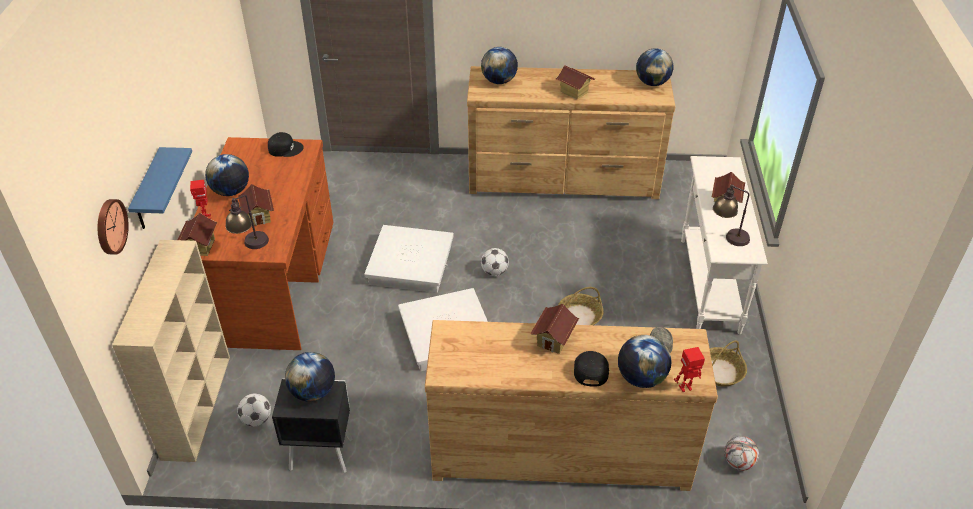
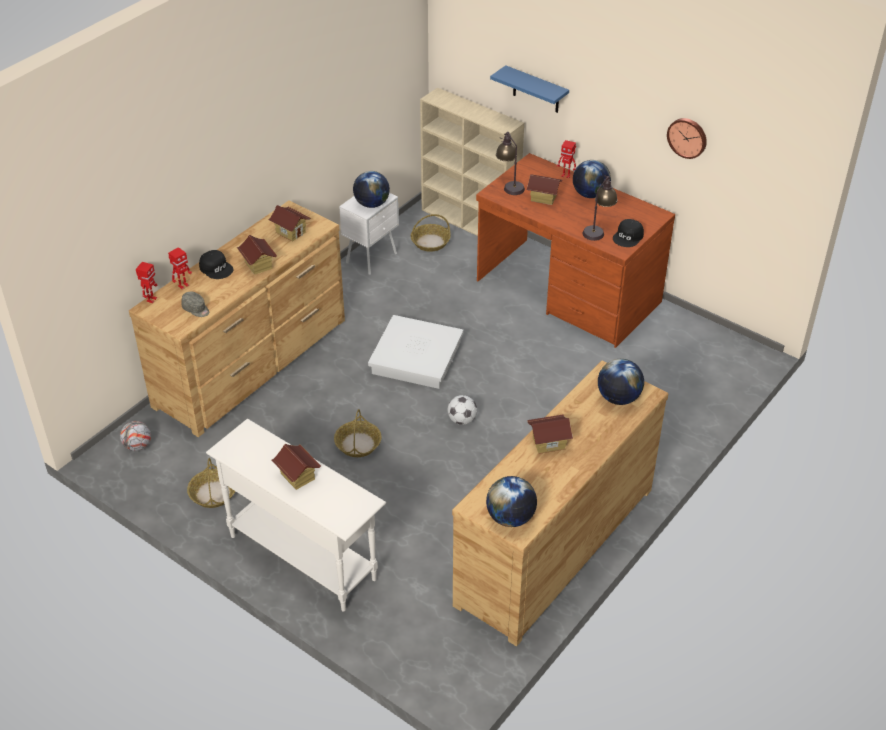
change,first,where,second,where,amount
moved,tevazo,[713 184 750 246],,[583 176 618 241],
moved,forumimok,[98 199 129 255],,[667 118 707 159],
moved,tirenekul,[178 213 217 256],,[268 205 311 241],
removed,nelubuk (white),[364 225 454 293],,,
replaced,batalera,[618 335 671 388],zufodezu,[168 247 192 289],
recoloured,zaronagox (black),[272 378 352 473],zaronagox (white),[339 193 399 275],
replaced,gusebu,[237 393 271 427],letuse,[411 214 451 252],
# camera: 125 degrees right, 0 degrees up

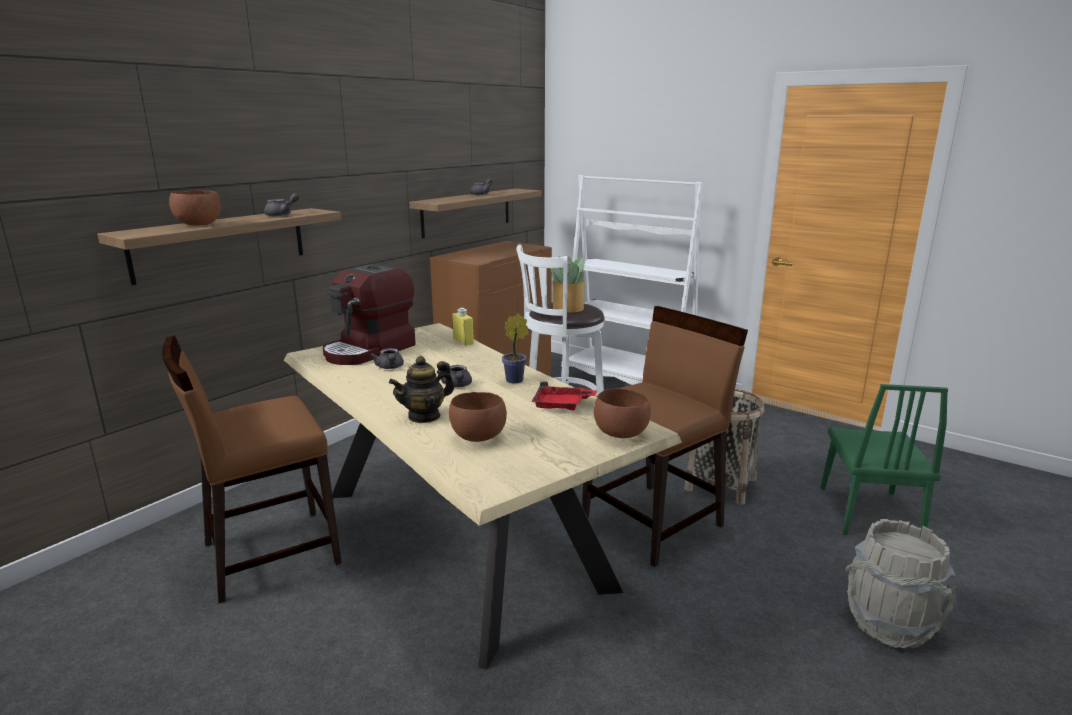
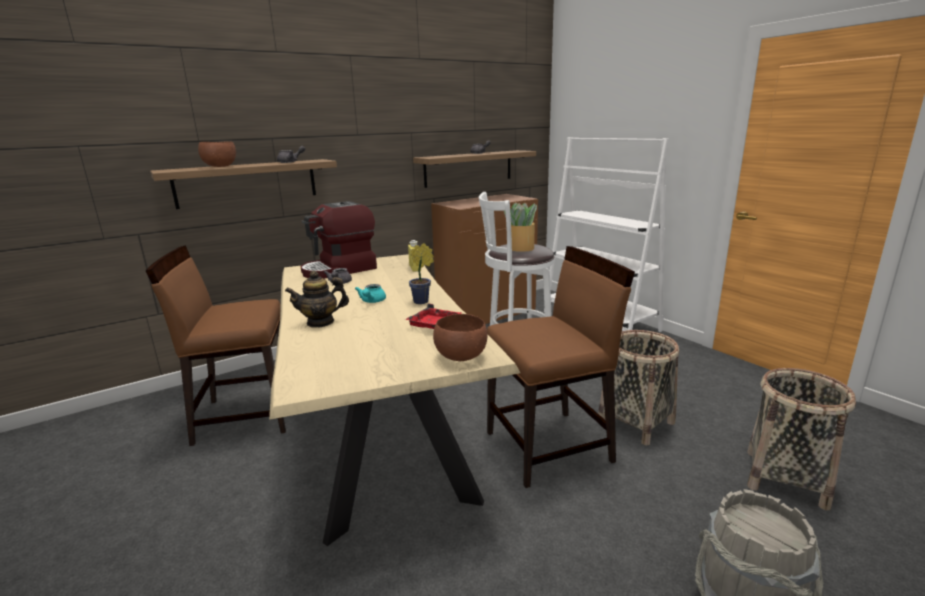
change,first,where,second,where,amount
recoloured,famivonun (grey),[437 365 472 388],famivonun (turquoise),[355 284 386 303],
replaced,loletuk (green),[821 384 948 536],letuse,[747 368 856 510],
removed,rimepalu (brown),[449 392 507 442],,,
# camera: 20 degrees right, 0 degrees up

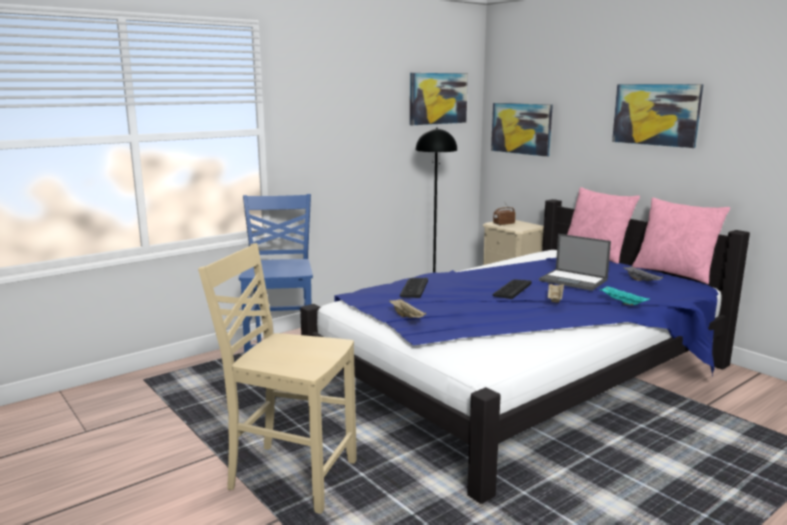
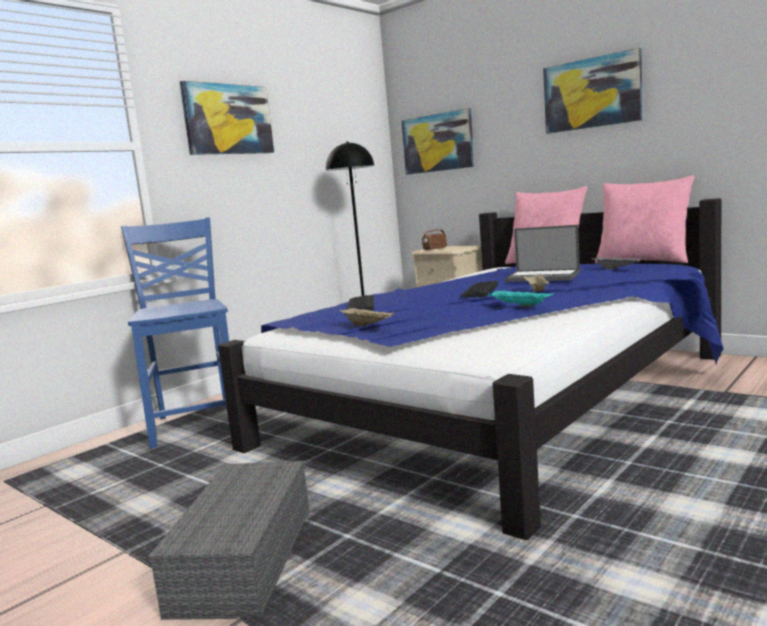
change,first,where,second,where,amount
moved,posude,[410 73 468 125],,[179 81 274 155],
replaced,loletuk (beige),[198 243 357 514],nelubuk (grey),[148 461 309 620],
moved,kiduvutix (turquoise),[600 286 650 305],,[487 290 554 307],
# camera: 10 degrees left, 5 degrees down

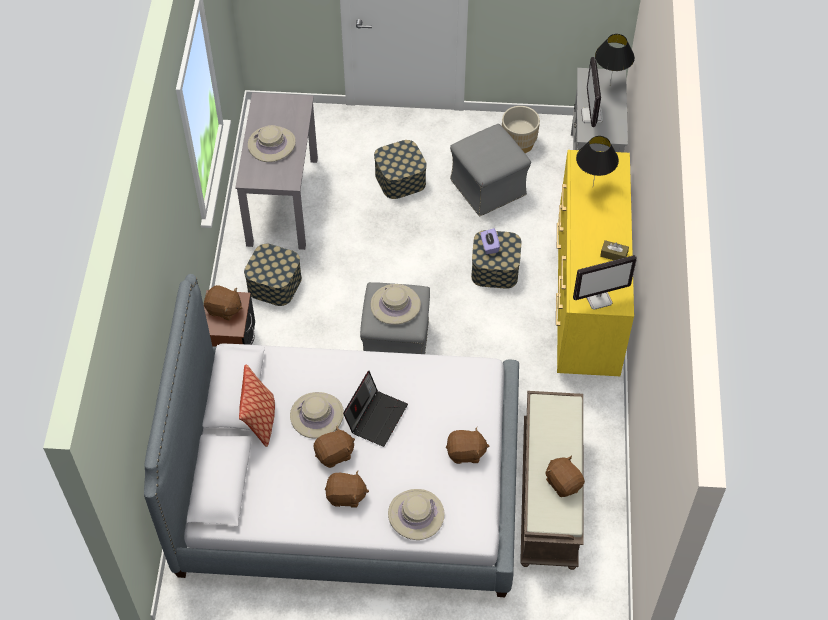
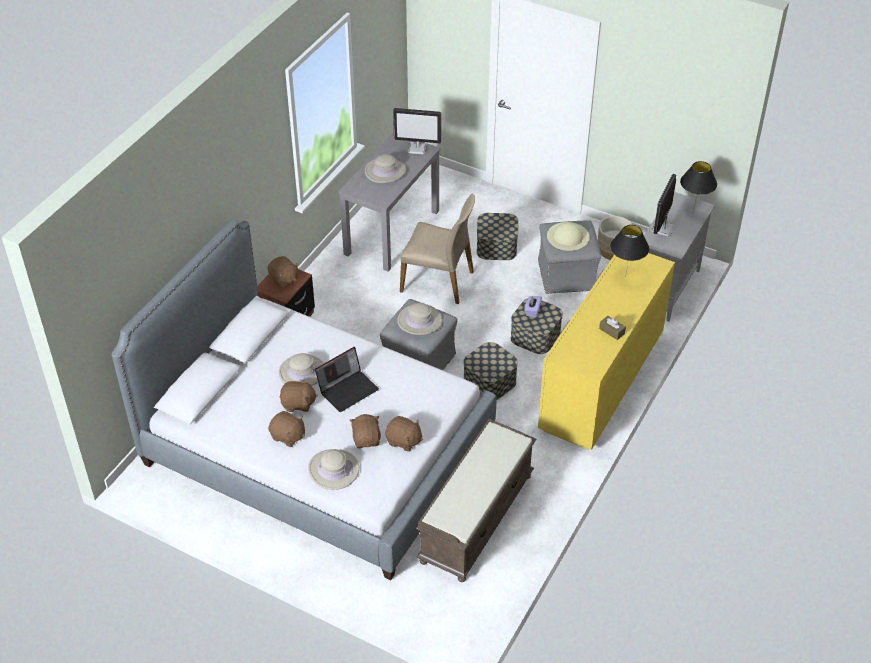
change,first,where,second,where,amount
moved,nelubuk,[244 244 302 306],,[463 342 518 400],
moved,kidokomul,[573 255 637 310],,[393 108 441 155],
removed,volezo,[239 364 275 447],,,
moved,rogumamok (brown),[545 455 585 497],,[350 414 381 448],
added,,,loletuk (beige),[400 194 475 304],
added,,,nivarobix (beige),[547 222 590 251],
# camera: 25 degrees right, 10 degrees down

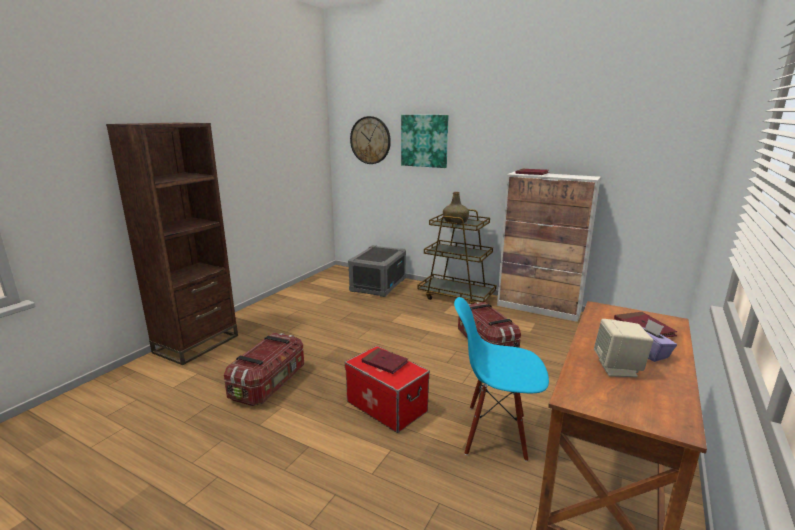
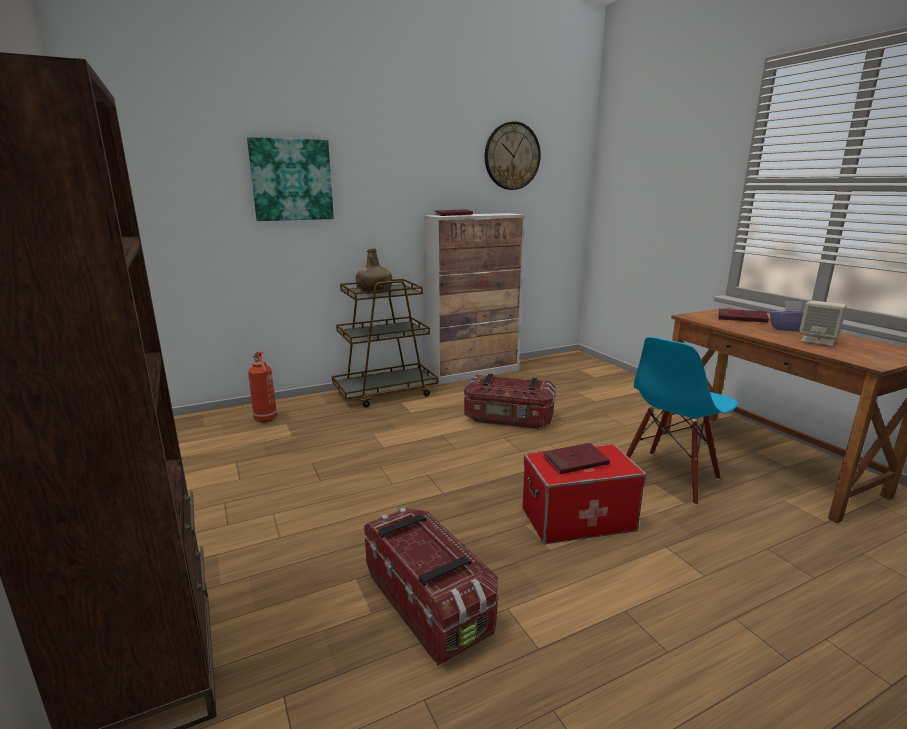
change,first,where,second,where,amount
moved,forumimok,[350 116 391 164],,[485 121 541 190],
replaced,nelubuk (grey),[348 245 406 297],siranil,[248 351 277 422],
# camera: 55 degrees left, 0 degrees up

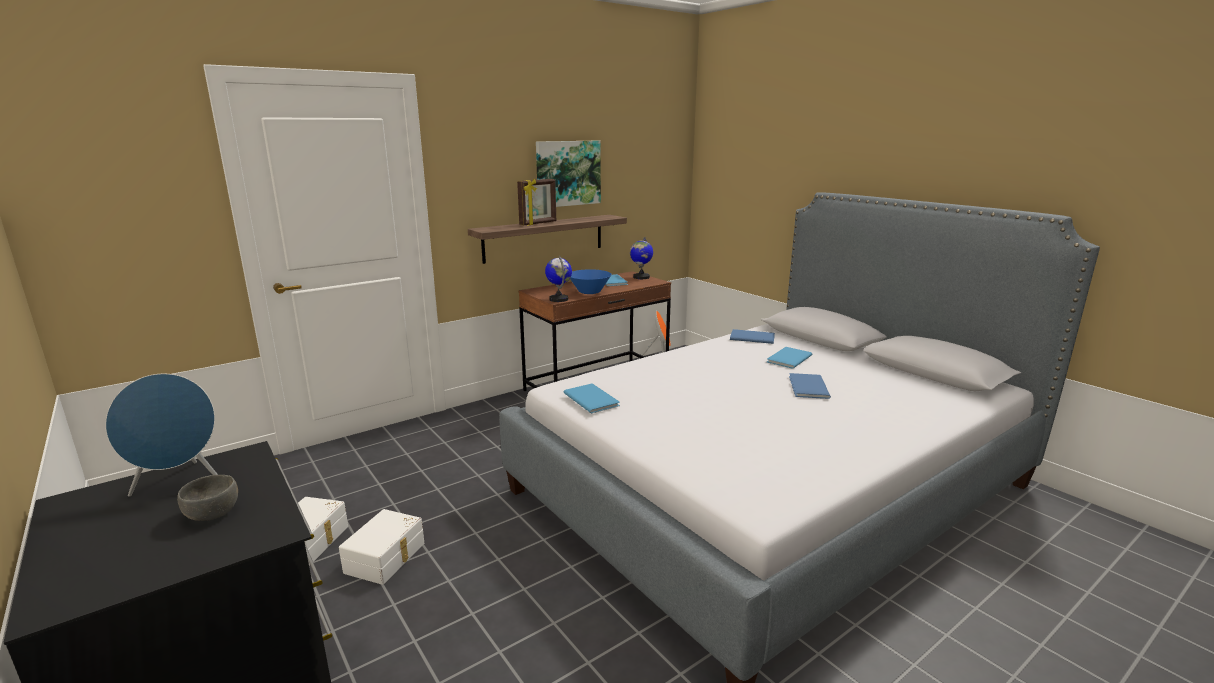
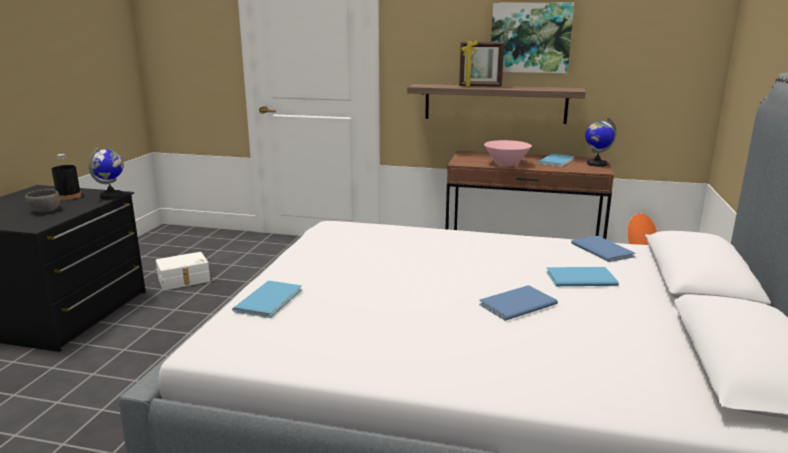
change,first,where,second,where,amount
moved,batalera,[545 256 572 302],,[89 147 124 199],
recoloured,rimepalu (blue),[570 269 612 294],rimepalu (pink),[484 140 532 166],
replaced,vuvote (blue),[105 374 218 497],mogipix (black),[51 154 81 200],
moved,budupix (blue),[563 384 620 414],,[232 281 302 318],
removed,nelubuk (white),[339 509 424 585],,,
# camera: 50 degrees right, 0 degrees up

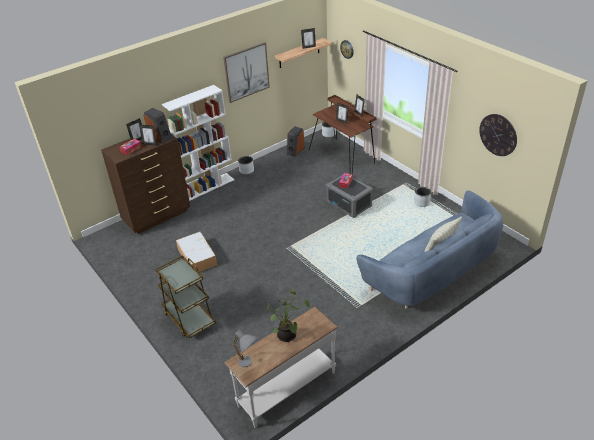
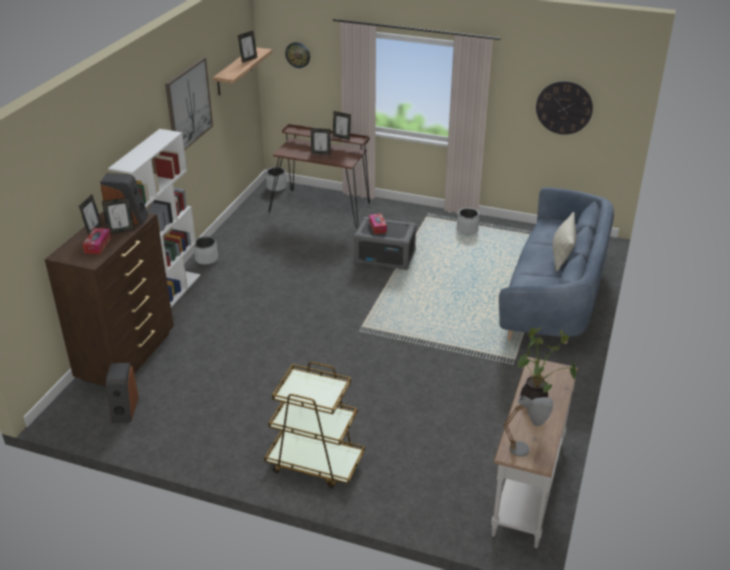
change,first,where,second,where,amount
moved,vuvote,[287 126 305 157],,[106 363 139 423],
removed,nelubuk,[176 232 217 273],,,
# camera: 35 degrees left, 5 degrees down

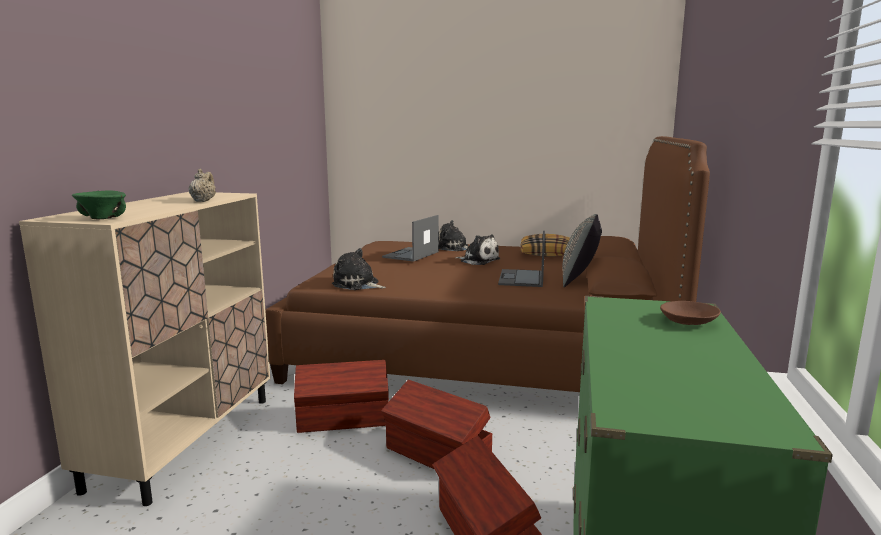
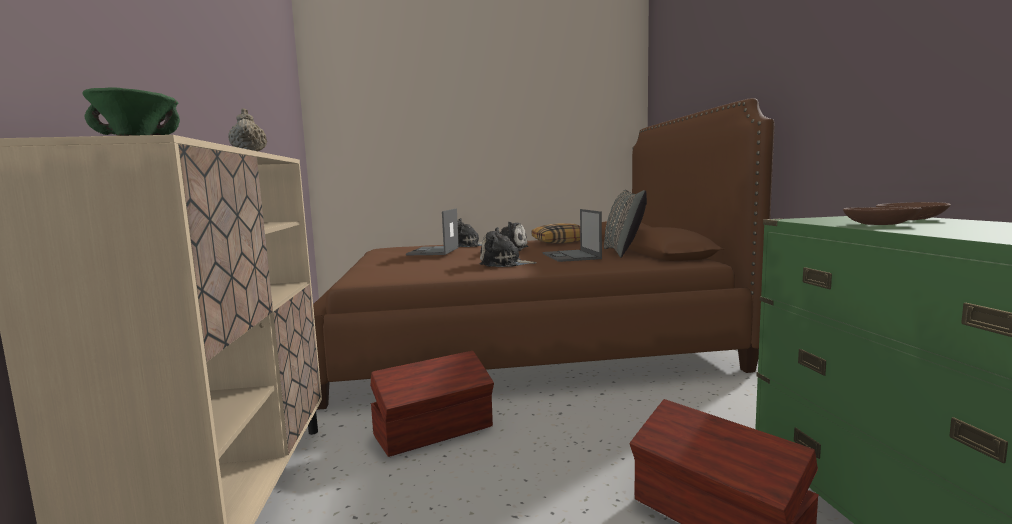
change,first,where,second,where,amount
moved,rogumamok,[332 248 386 290],,[480 227 537 267],
removed,nelubuk (brown),[381 380 492 469],,,
added,,,rimepalu (brown),[843 207 922 225],
# camera: 20 degrees left, 5 degrees down

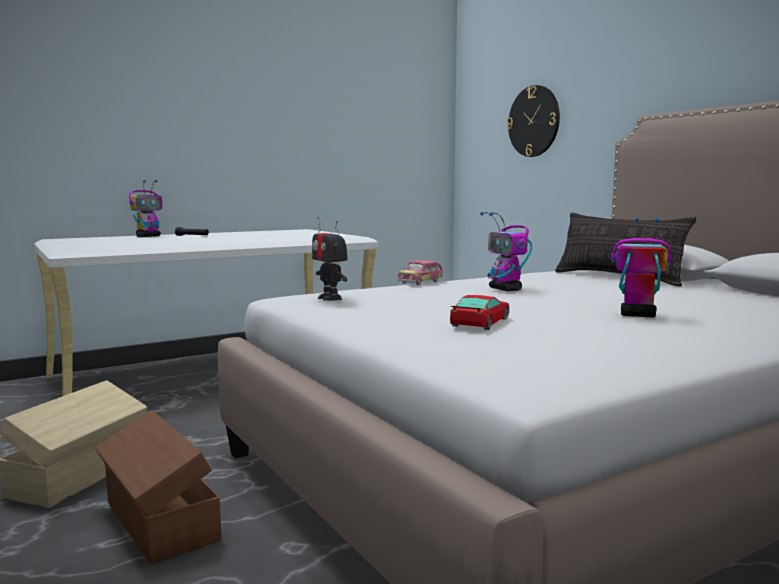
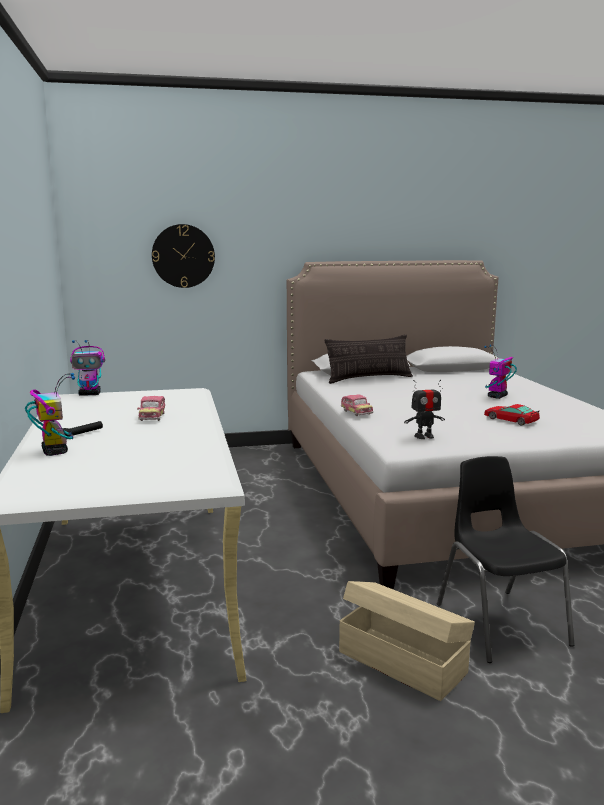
change,first,where,second,where,amount
moved,zufodezu,[480 212 532 291],,[70 340 105 396],
replaced,nelubuk (brown),[95 410 221 564],loletuk (black),[437 456 575 663],
added,,,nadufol,[137 396 165 421],
# camera: 70 degrees left, 5 degrees up

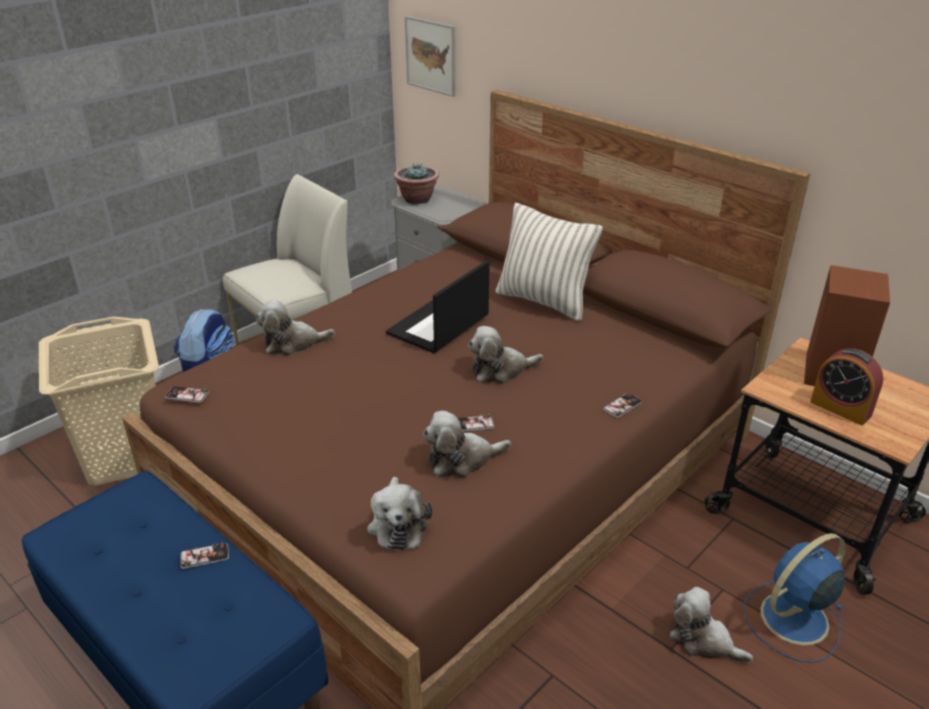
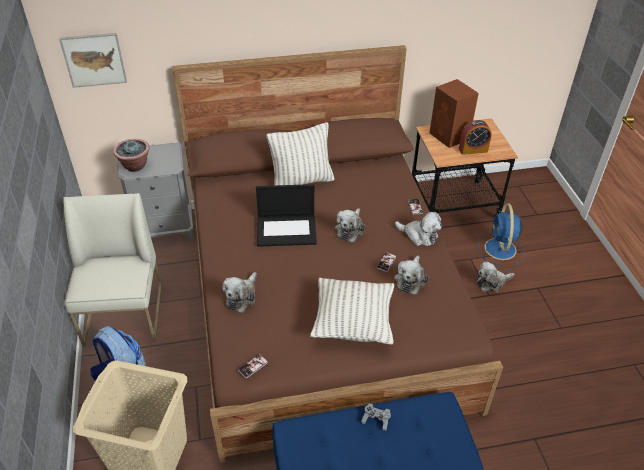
change,first,where,second,where,amount
turned,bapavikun,[386 260 490 353],,[256 184 317 247],75 degrees counterclockwise
moved,rogumamok,[367 477 432 551],,[395 212 442 246],
replaced,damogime,[180 543 229 569],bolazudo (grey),[361 403 391 431],
added,,,volezo,[310 278 394 344],
# camera: 55 degrees left, 10 degrees up

